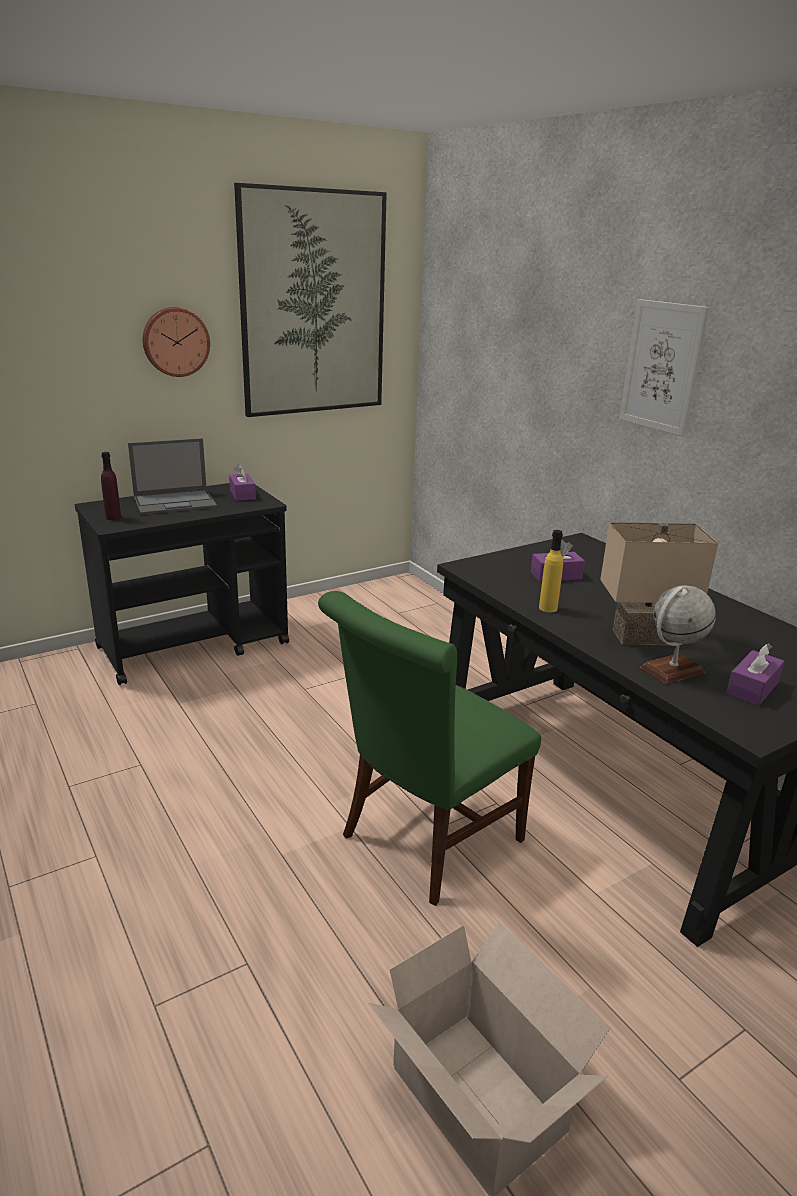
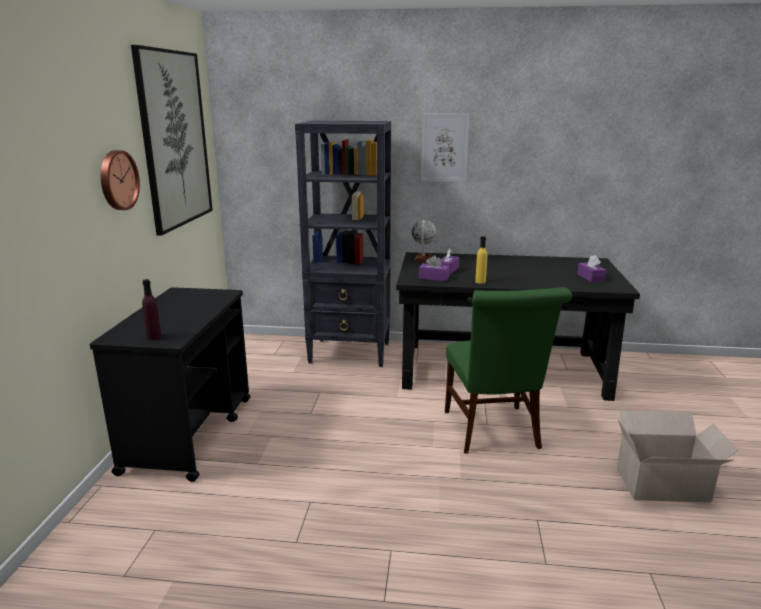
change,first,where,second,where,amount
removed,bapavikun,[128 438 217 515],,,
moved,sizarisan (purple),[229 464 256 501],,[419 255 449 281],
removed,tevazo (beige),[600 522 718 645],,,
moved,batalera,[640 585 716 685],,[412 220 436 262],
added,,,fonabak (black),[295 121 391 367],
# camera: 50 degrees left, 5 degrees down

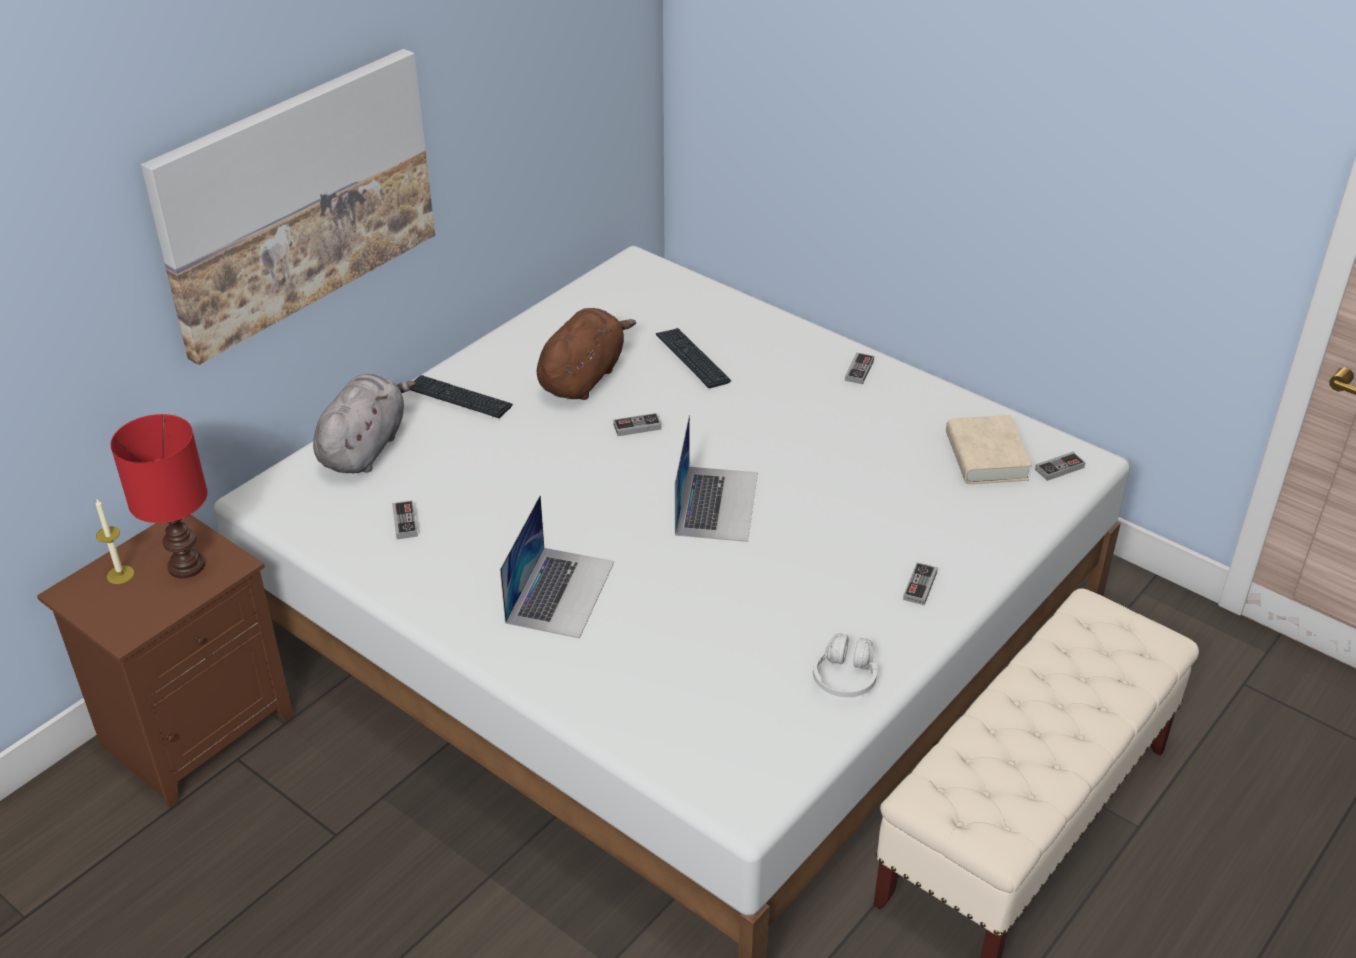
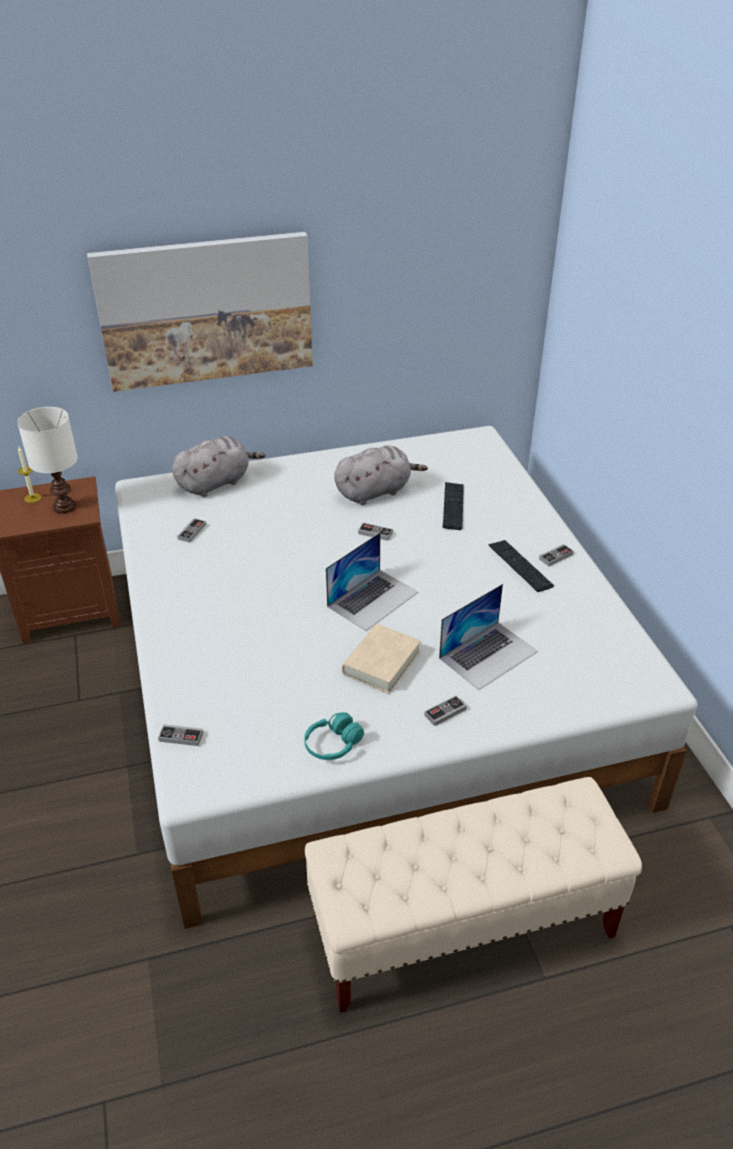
change,first,where,second,where,amount
recoloured,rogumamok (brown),[537 308 636 400],rogumamok (grey),[335 446 428 505],
moved,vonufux,[411 375 512 418],,[488 540 554 592],
recoloured,tevazo (red),[110 414 208 578],tevazo (white),[17 407 78 514],
moved,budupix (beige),[946 415 1032 484],,[342 624 421 694],
moved,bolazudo,[1035 452 1086 481],,[158 724 203 746],
moved,bapavikun,[500 495 614 638],,[439 584 538 690],
recoloured,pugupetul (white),[813 633 877 697],pugupetul (turquoise),[304 712 364 760],
# camera: 35 degrees right, 0 degrees up

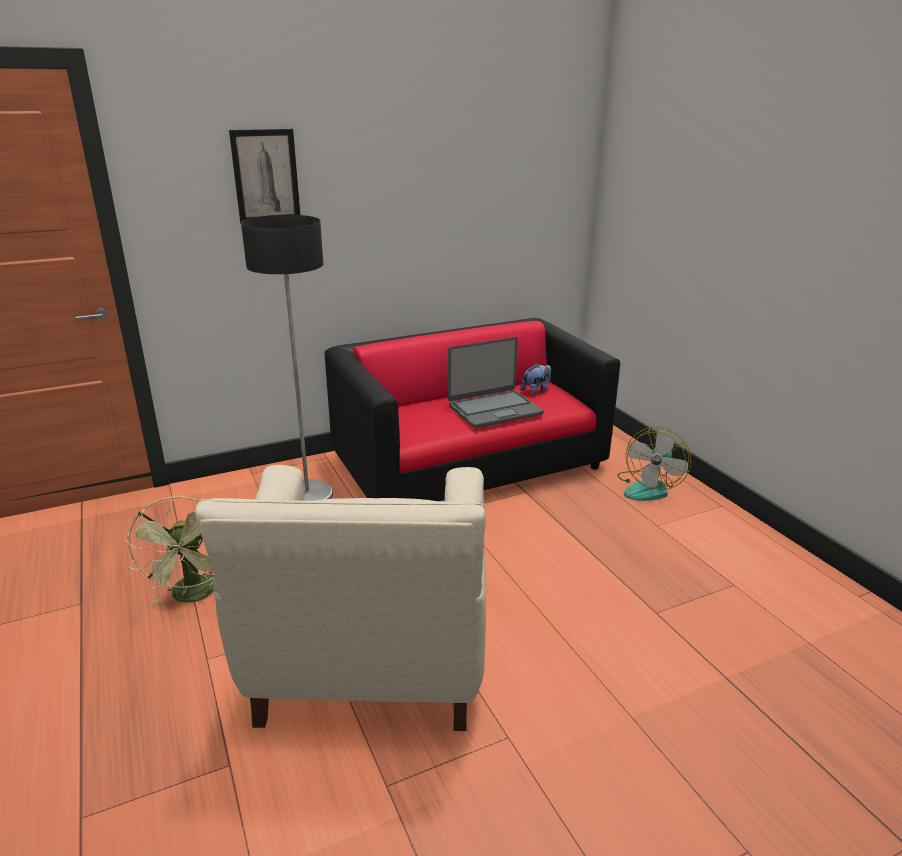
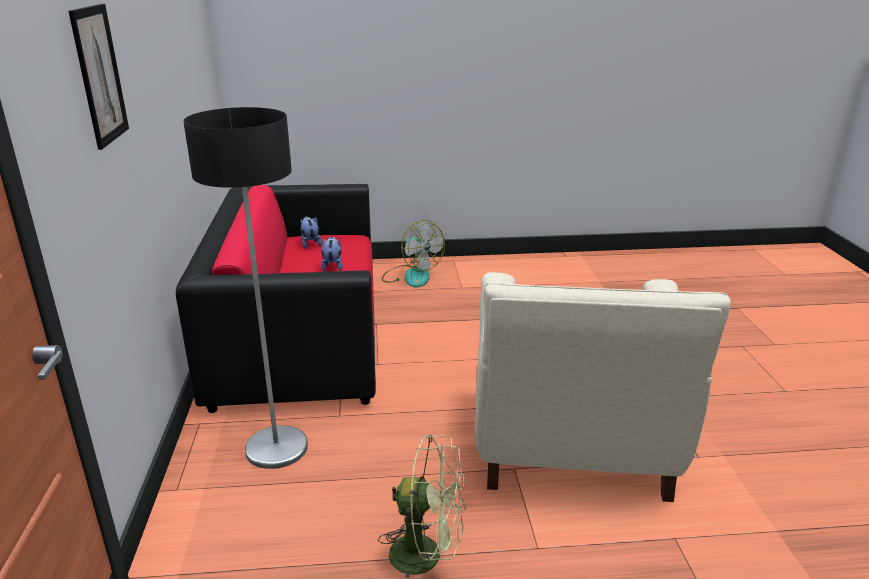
change,first,where,second,where,amount
replaced,bapavikun,[448 337 543 428],rogumamok,[321 236 343 271],
turned,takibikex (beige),[195 465 486 731],,[475 272 731 502],75 degrees clockwise
# camera: 70 degrees left, 0 degrees up

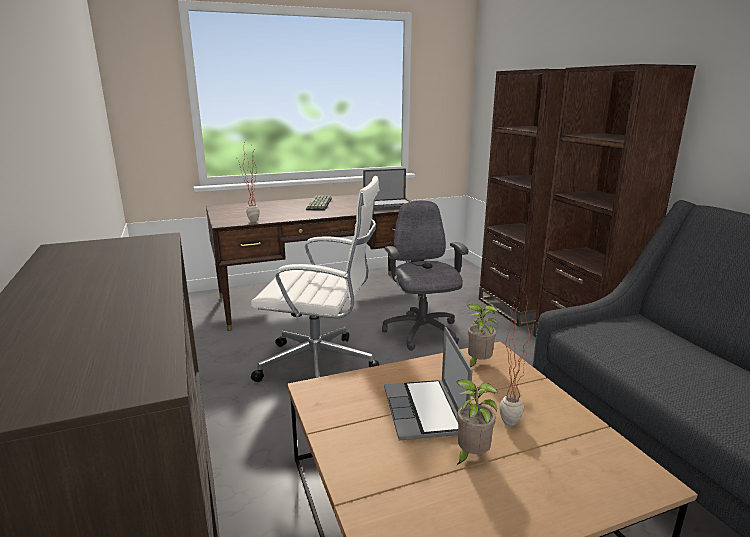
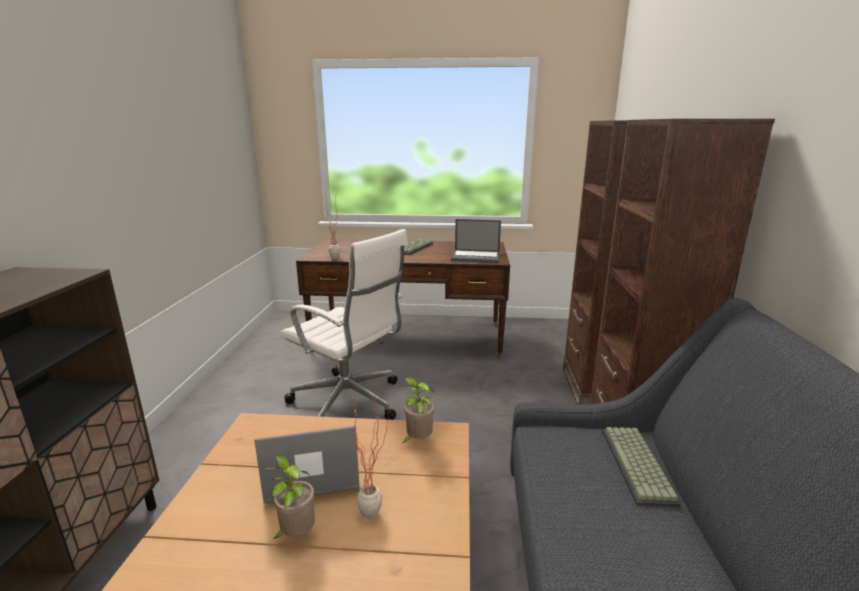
change,first,where,second,where,amount
removed,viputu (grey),[382 200 468 351],,,
turned,bapavikun,[384 326 473 440],,[254 426 360 503],60 degrees clockwise
added,,,vonufux,[602 427 681 507],
# camera: 25 degrees right, 0 degrees up

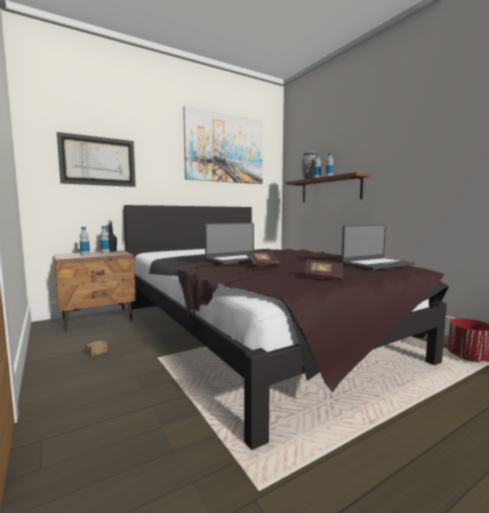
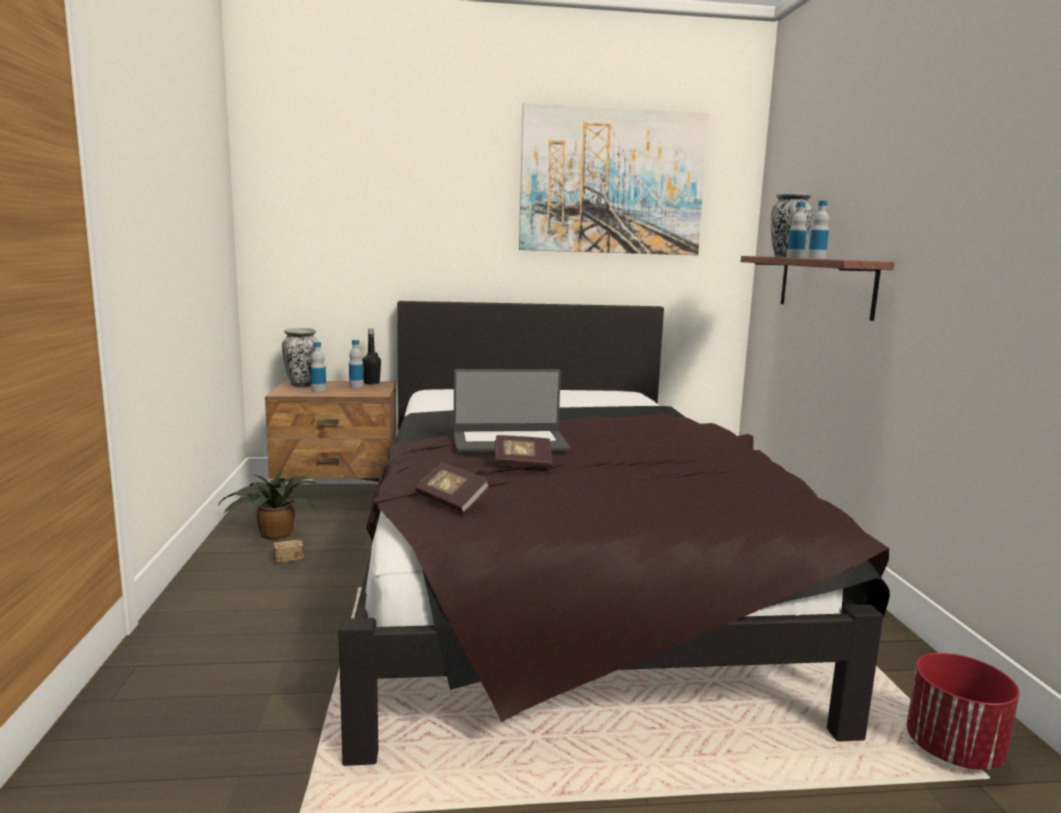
change,first,where,second,where,amount
removed,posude,[57 132 136 187],,,
removed,bapavikun,[341 224 415 270],,,
moved,budupix,[305 260 343 280],,[415 462 490 513],
added,,,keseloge,[282 328 318 387],
added,,,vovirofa,[218 469 318 540],
# camera: 25 degrees right, 5 degrees up

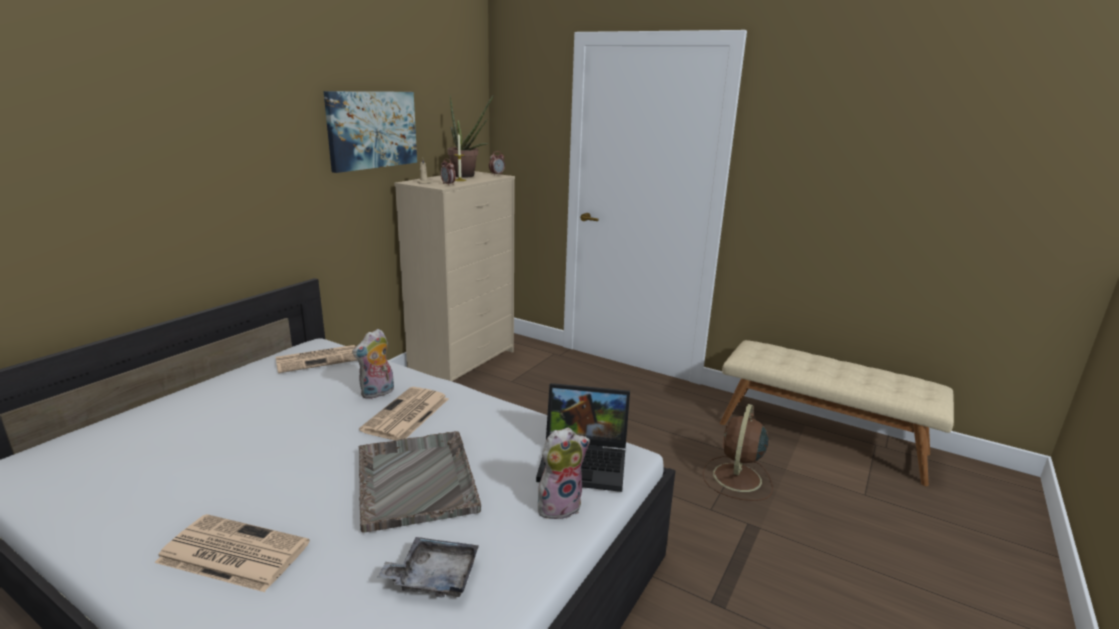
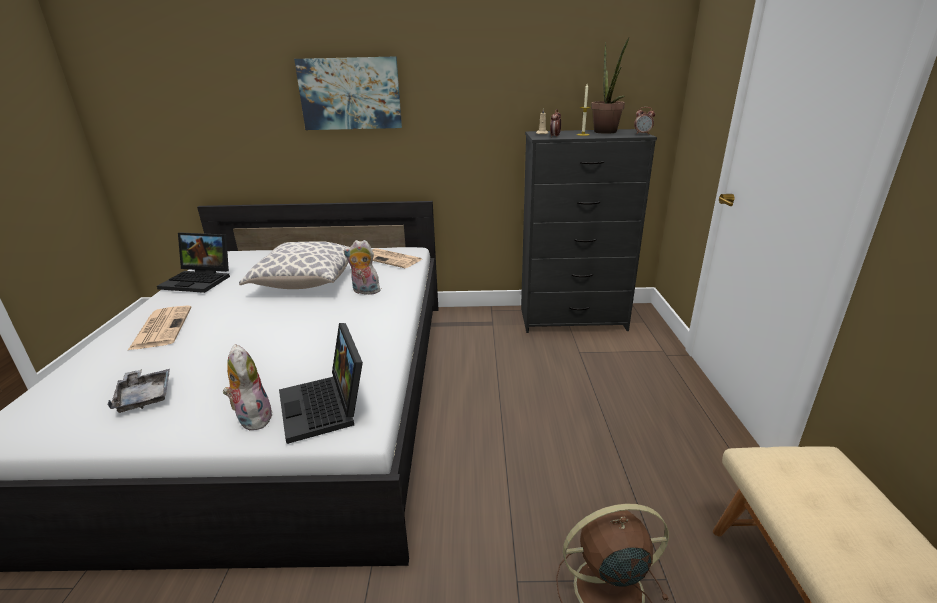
change,first,where,second,where,amount
moved,posude,[324 91 417 173],,[294 56 402 130],
recoloured,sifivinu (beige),[394 171 515 381],sifivinu (black),[521 129 657 333],
removed,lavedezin,[359 387 448 440],,,
turned,rogumamok,[538 427 590 519],,[222 344 273 430],150 degrees counterclockwise
removed,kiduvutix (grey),[359 431 481 533],,,
added,,,bapavikun,[157 233 230 293],
added,,,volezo,[239 241 349 289],
# camera: 60 degrees right, 5 degrees up

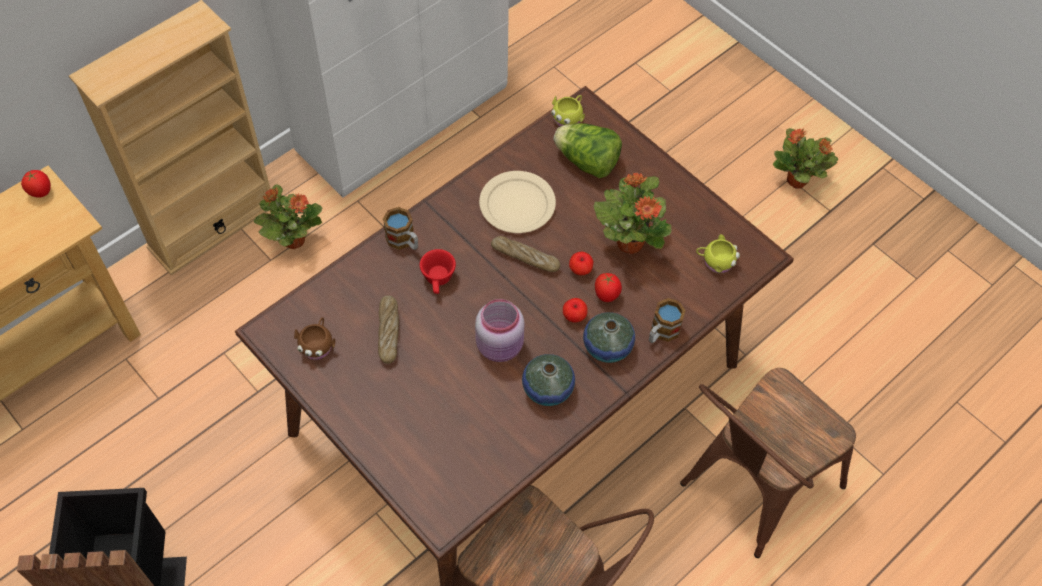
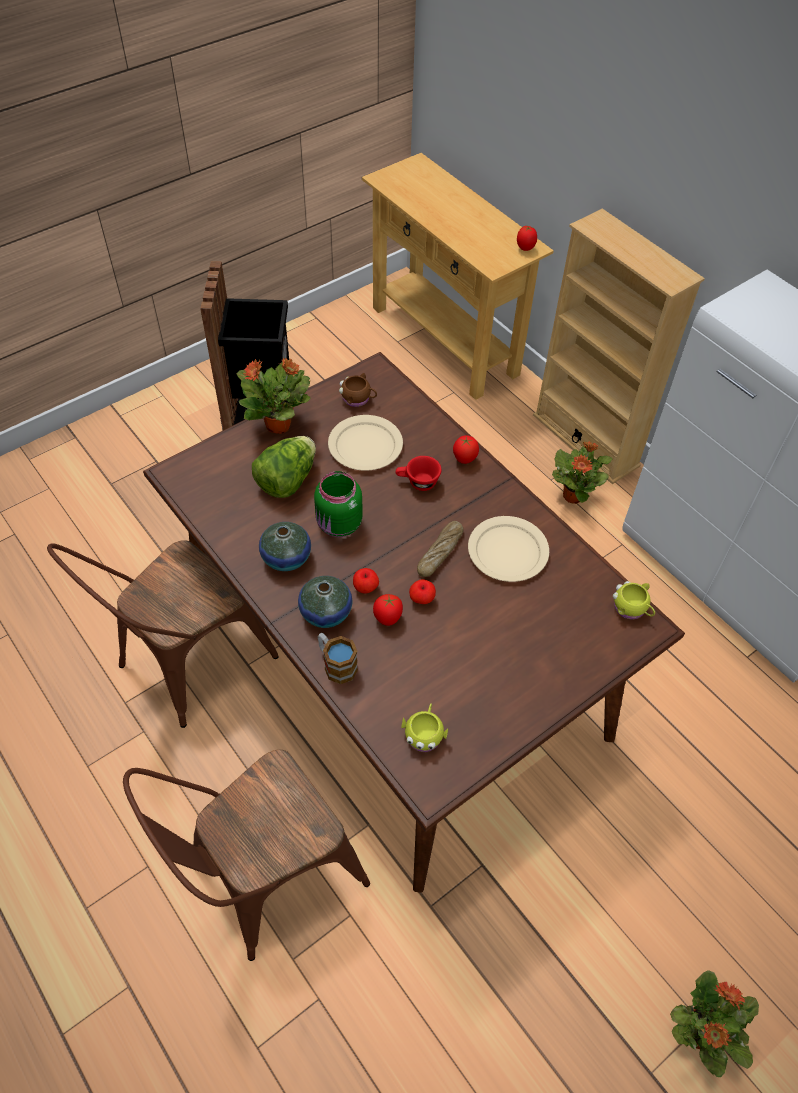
change,first,where,second,where,amount
moved,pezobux,[553 123 622 178],,[252 436 316 498],
moved,vovirofa,[594 173 671 254],,[236 358 311 434],
replaced,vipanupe,[383 207 418 250],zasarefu,[453 435 479 464],
replaced,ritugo,[378 295 399 364],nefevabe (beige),[328 415 403 471],
recoloured,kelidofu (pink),[475 299 525 362],kelidofu (green),[314 471 363 537],
turned,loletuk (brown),[680 368 856 558],,[123 749 370 961],90 degrees counterclockwise
# camera: 95 degrees right, 5 degrees down

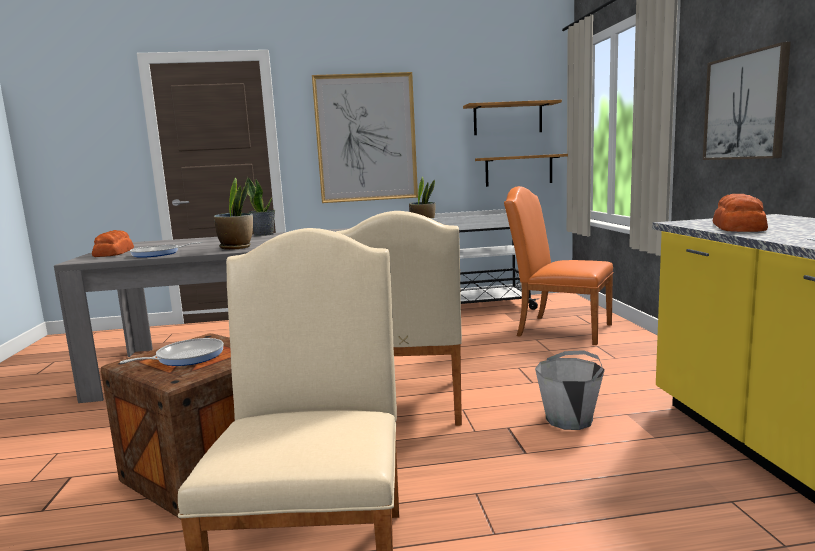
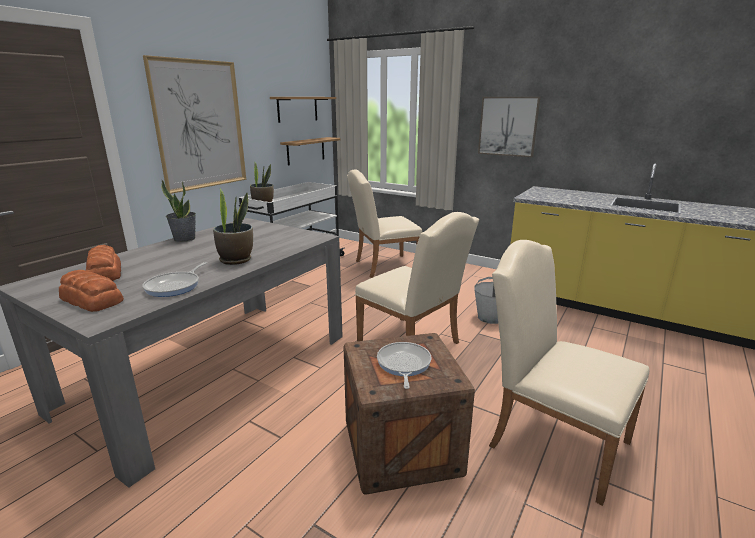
change,first,where,second,where,amount
recoloured,loletuk (orange),[504 186 613 345],loletuk (beige),[347 169 422 278],
moved,ritugo,[713 194 768 232],,[86 245 121 281],
# camera: 50 degrees left, 10 degrees up

